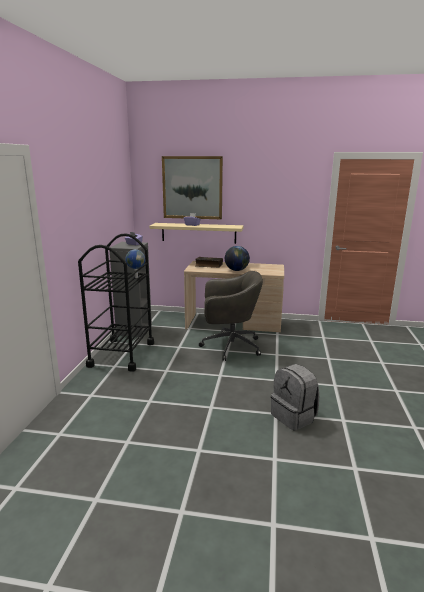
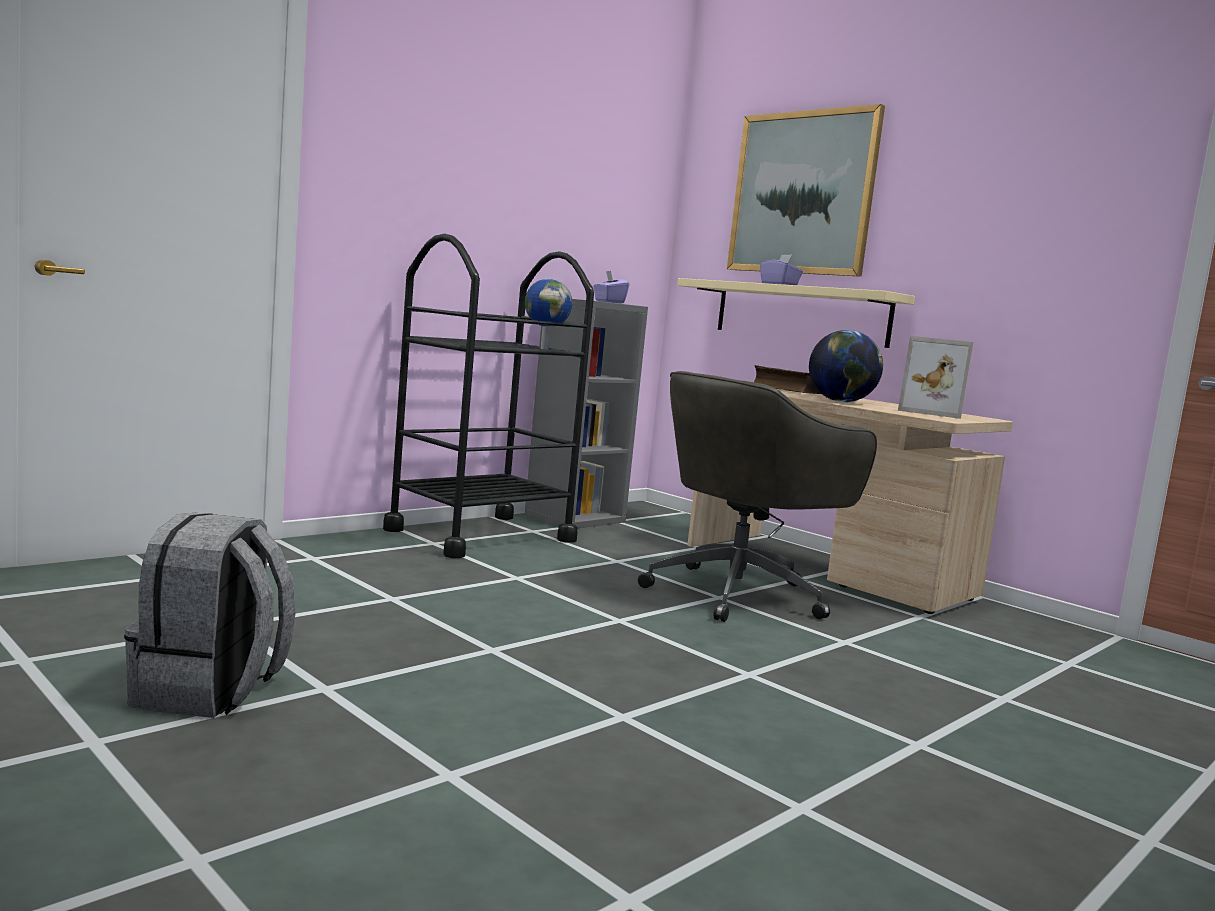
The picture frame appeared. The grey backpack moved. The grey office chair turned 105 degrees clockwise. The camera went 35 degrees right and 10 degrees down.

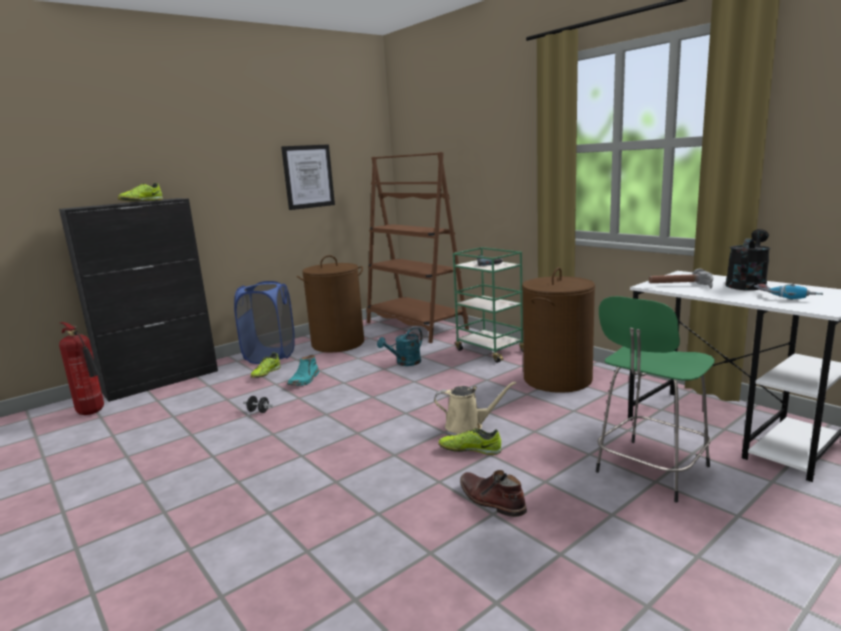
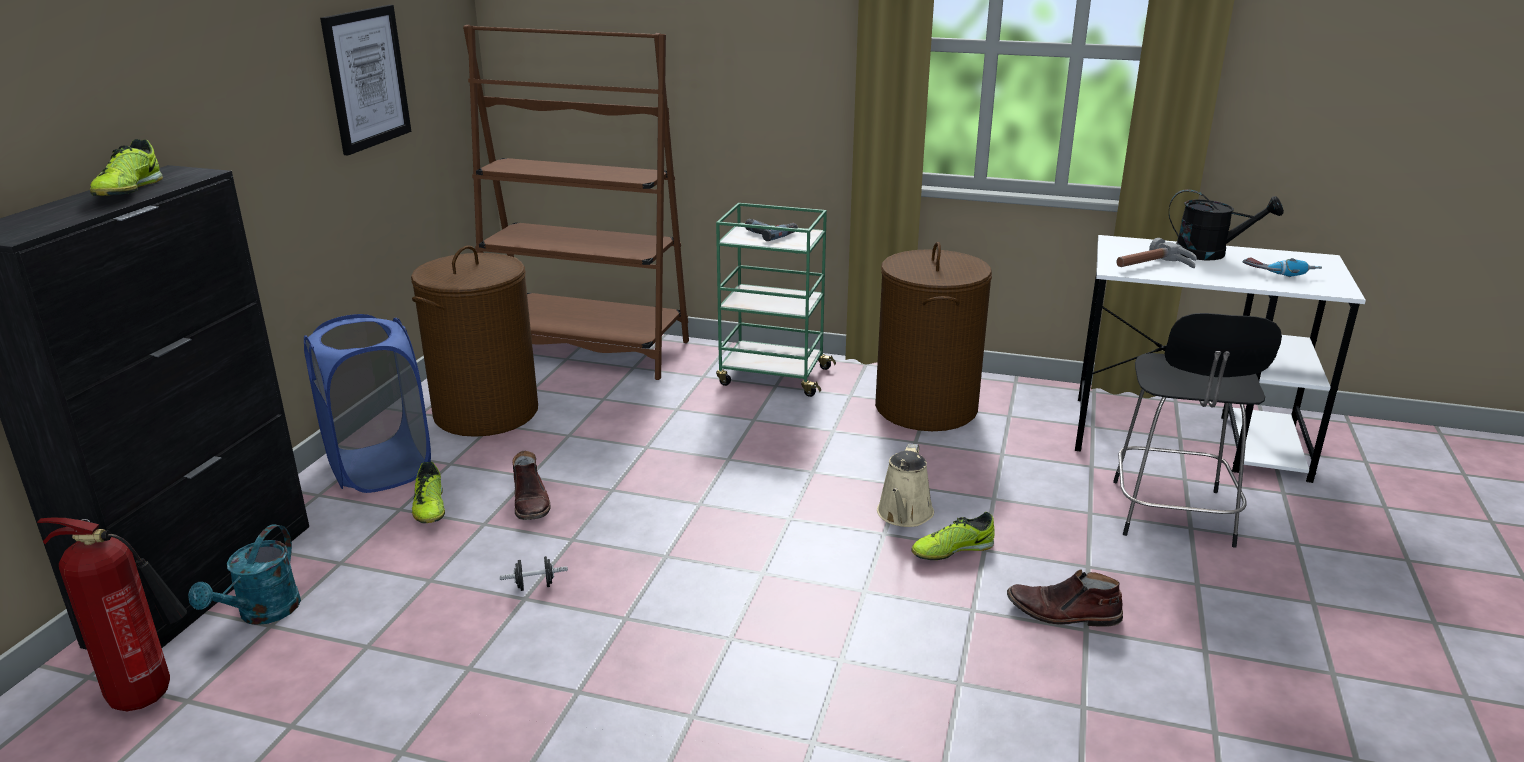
The turquoise watering can moved. The turquoise boot became the brown boot (1st from left). The green stool became the black stool. The beige watering can turned 135 degrees clockwise. The black watering can turned 105 degrees clockwise. The camera went 35 degrees left and 10 degrees up.

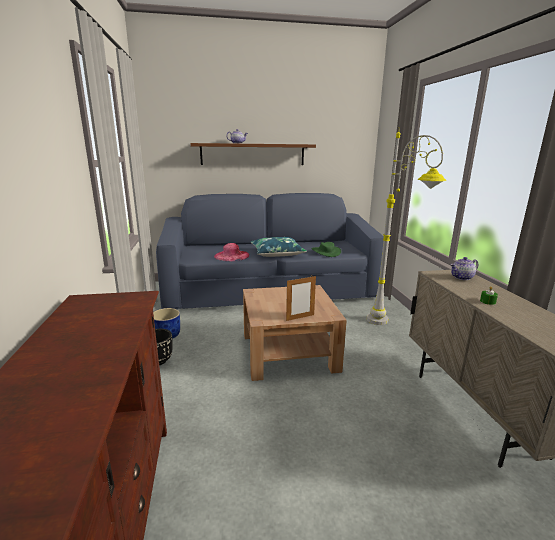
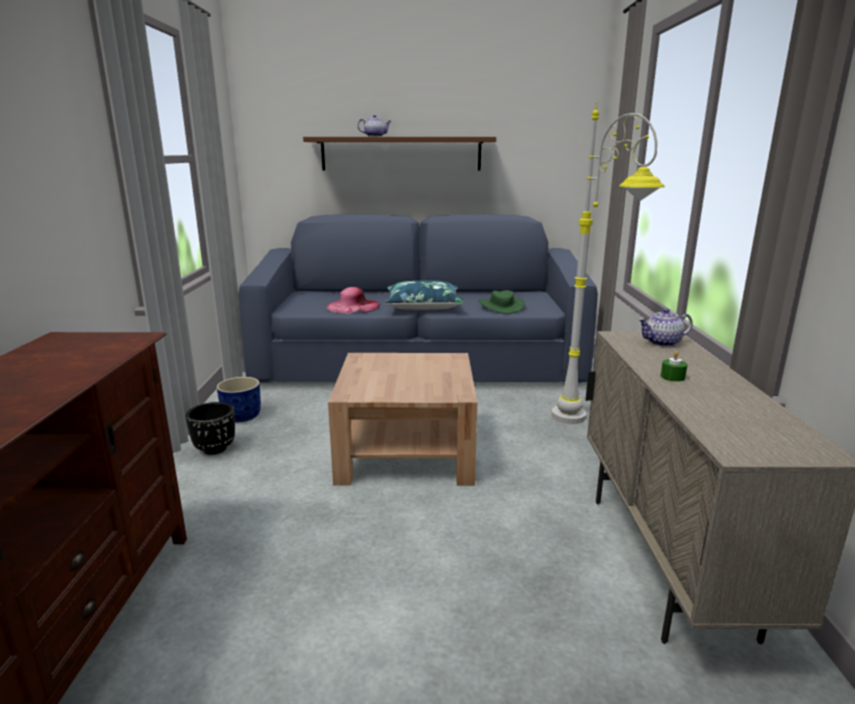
The picture frame disappeared. The camera went 10 degrees right and 0 degrees up.

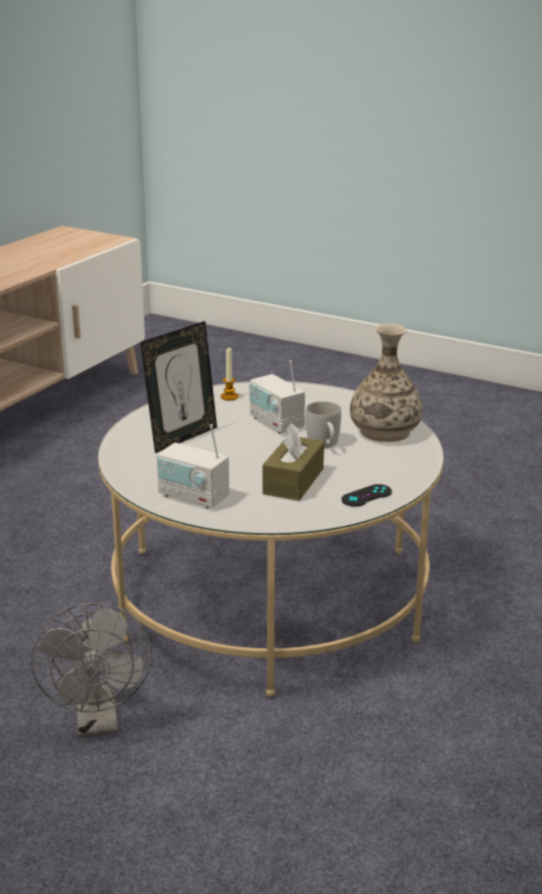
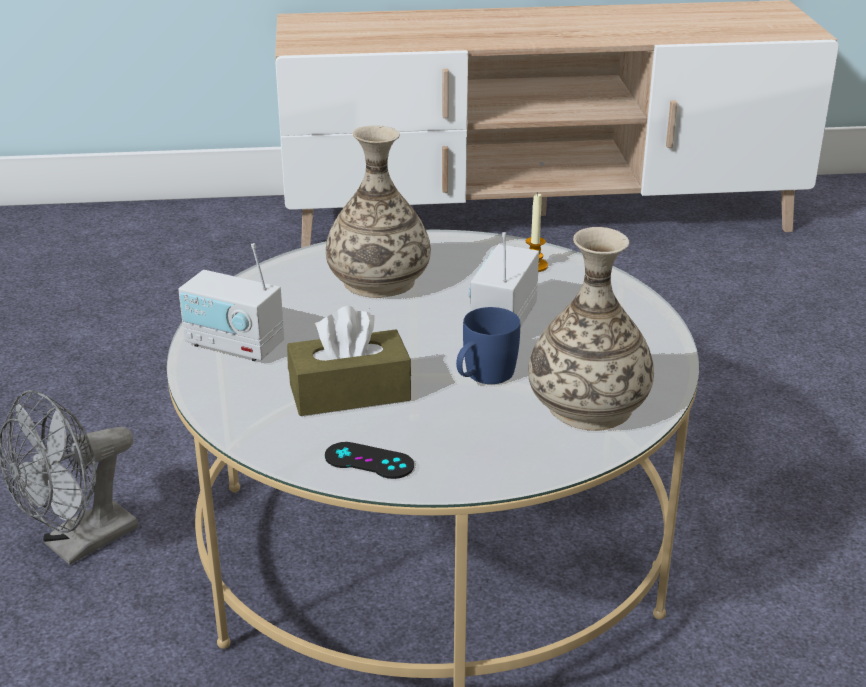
The picture frame was replaced by the vase (1st from left). The white mug became the blue mug. The radio (1st from left) turned 60 degrees counterclockwise. The camera went 55 degrees right and 5 degrees up.

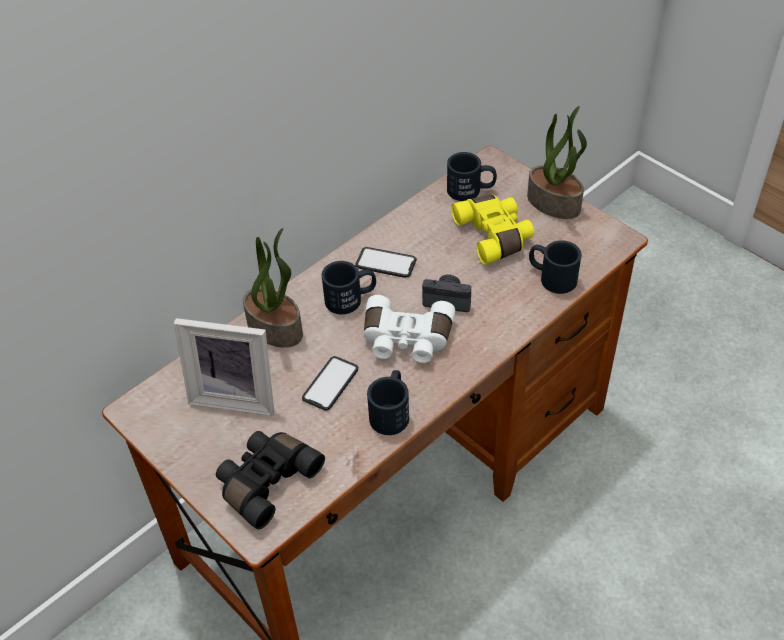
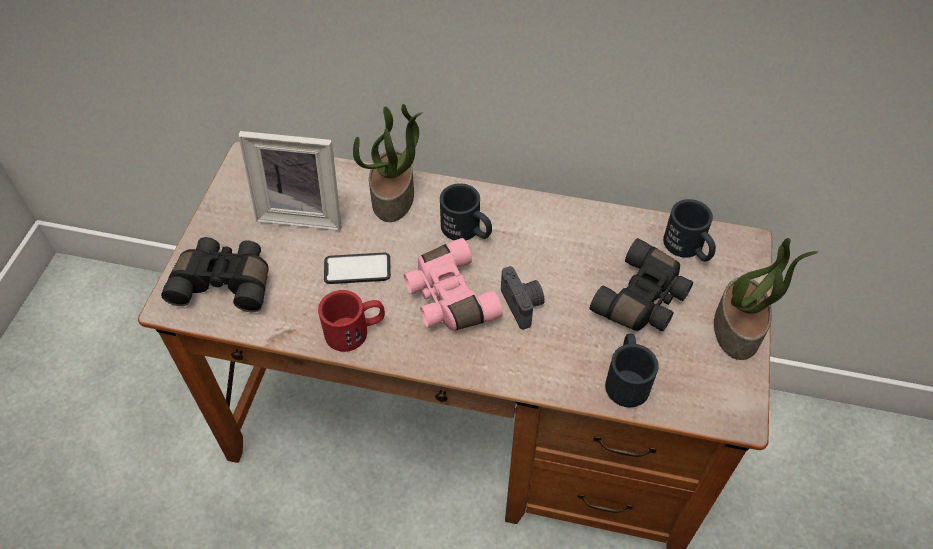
The phone (2nd from left) disappeared. The white binoculars became the pink binoculars. The black mug (2nd from left) became the red mug. The yellow binoculars became the black binoculars (2nd from left). The picture frame turned 60 degrees counterclockwise. The camera went 55 degrees right and 5 degrees up.

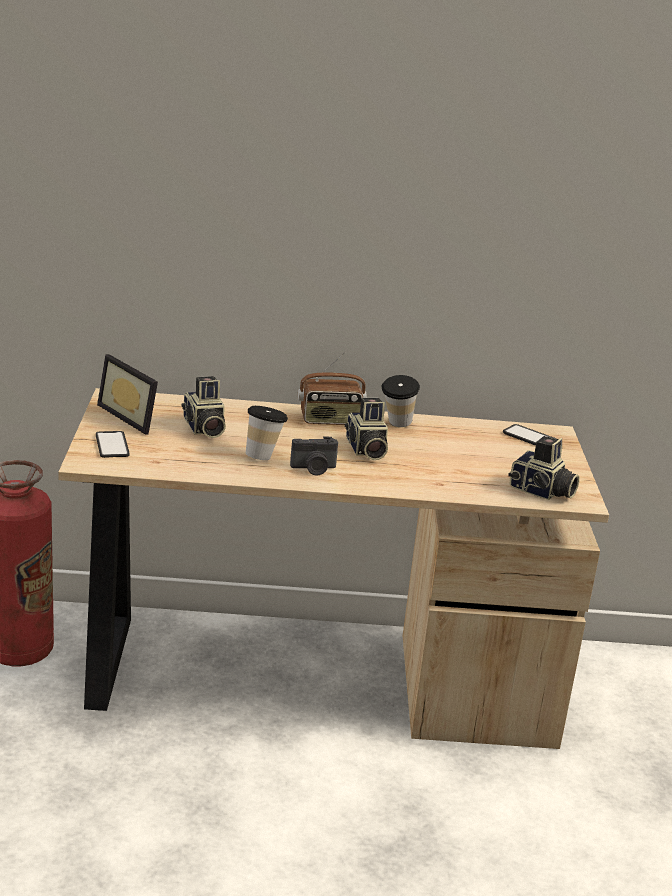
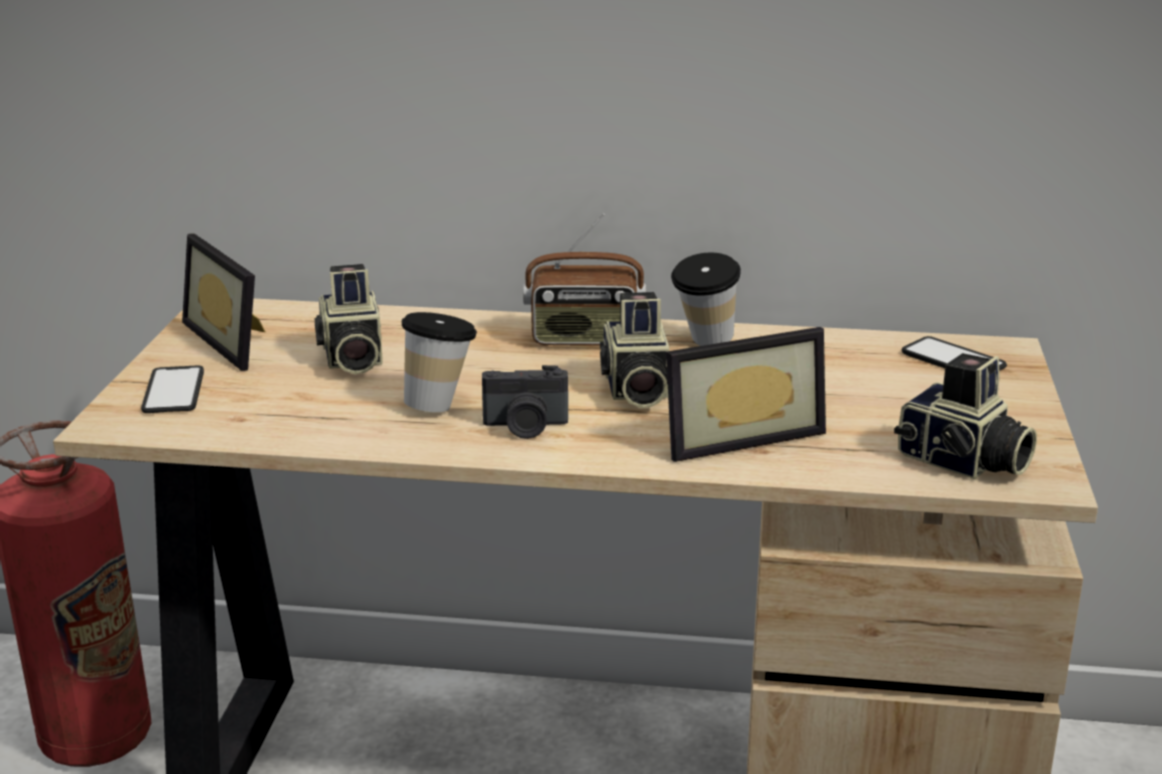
The picture frame (2nd from left) appeared. The camera went 10 degrees right and 0 degrees up.

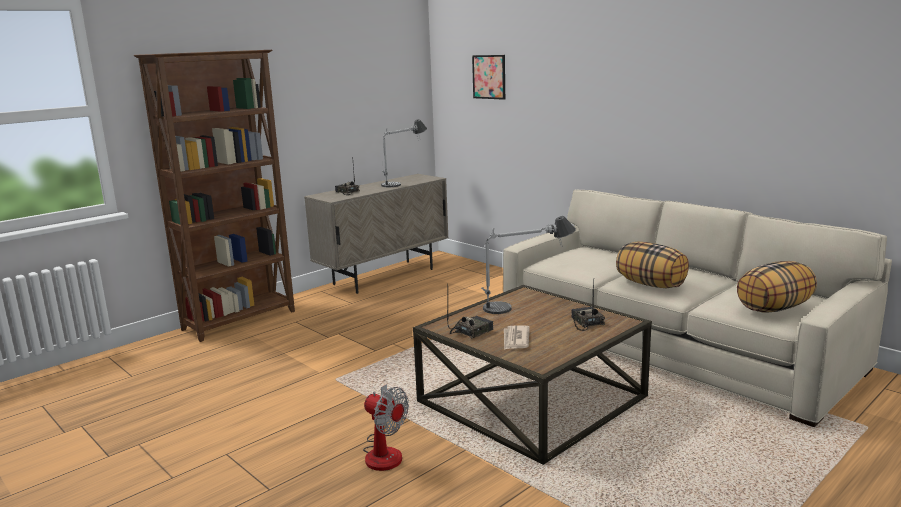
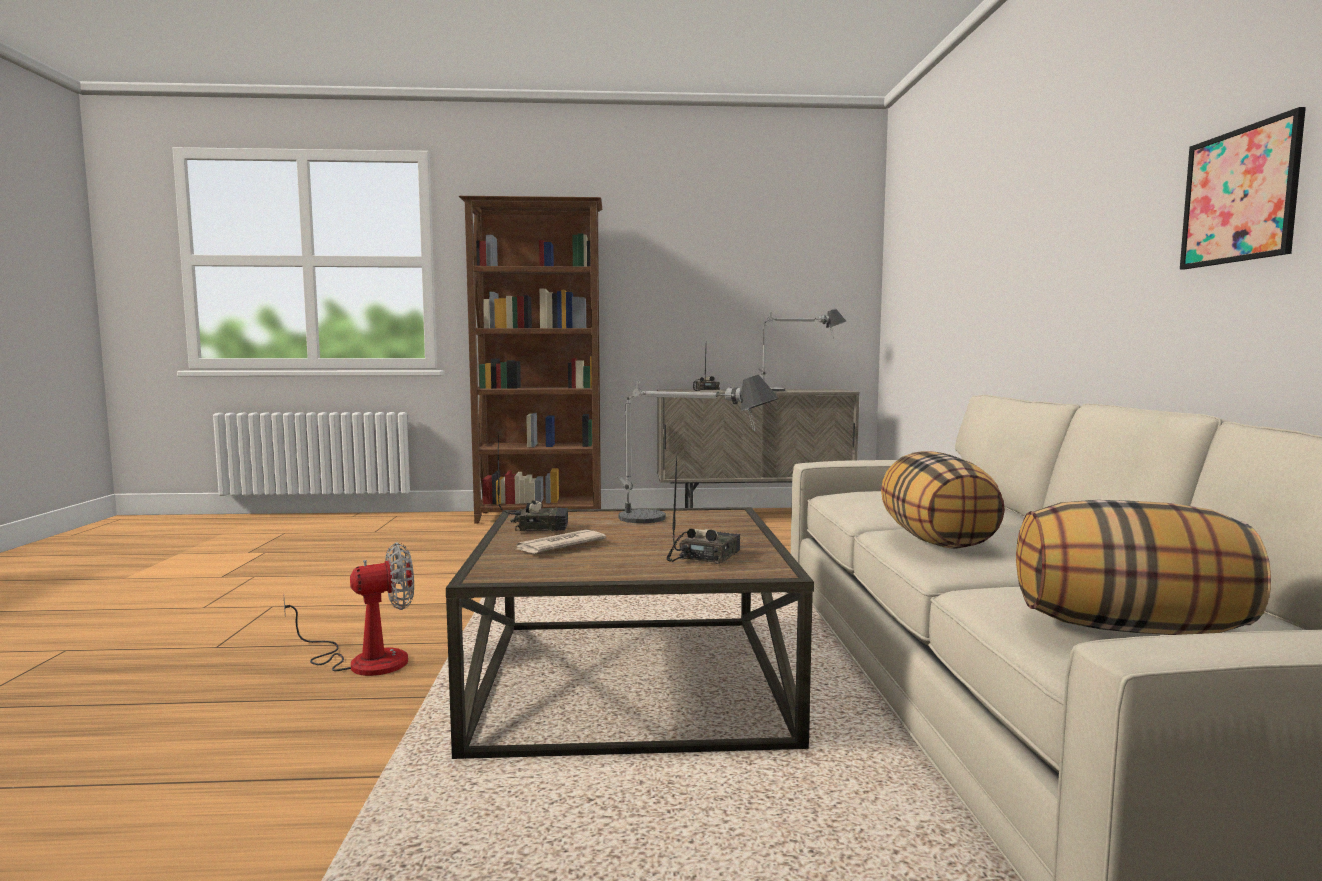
The picture moved. The fan turned 105 degrees counterclockwise. The camera went 40 degrees right and 10 degrees down.

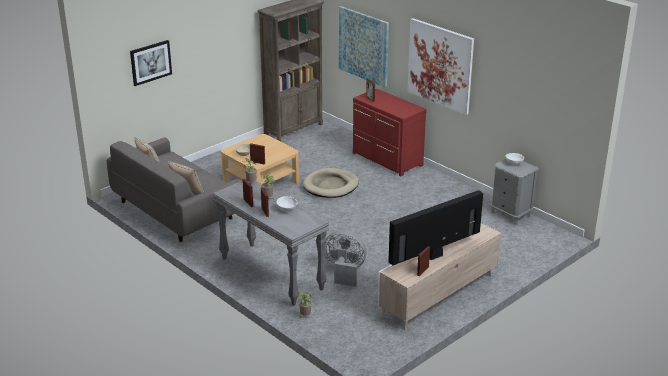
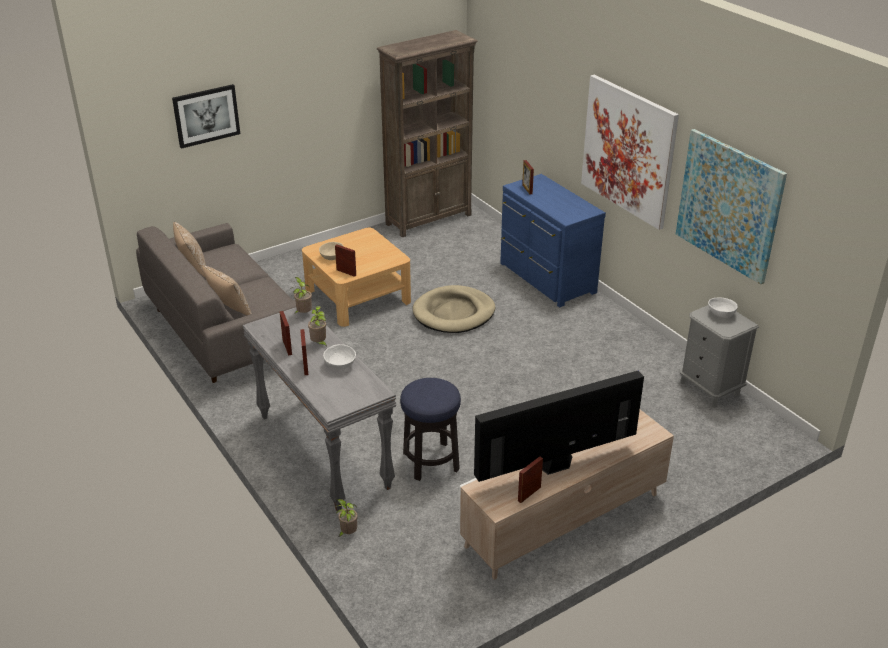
The picture (2nd from left in the first image) moved. The grey fan was replaced by the stool. The red dresser became the blue dresser. The camera went 10 degrees right and 5 degrees up.

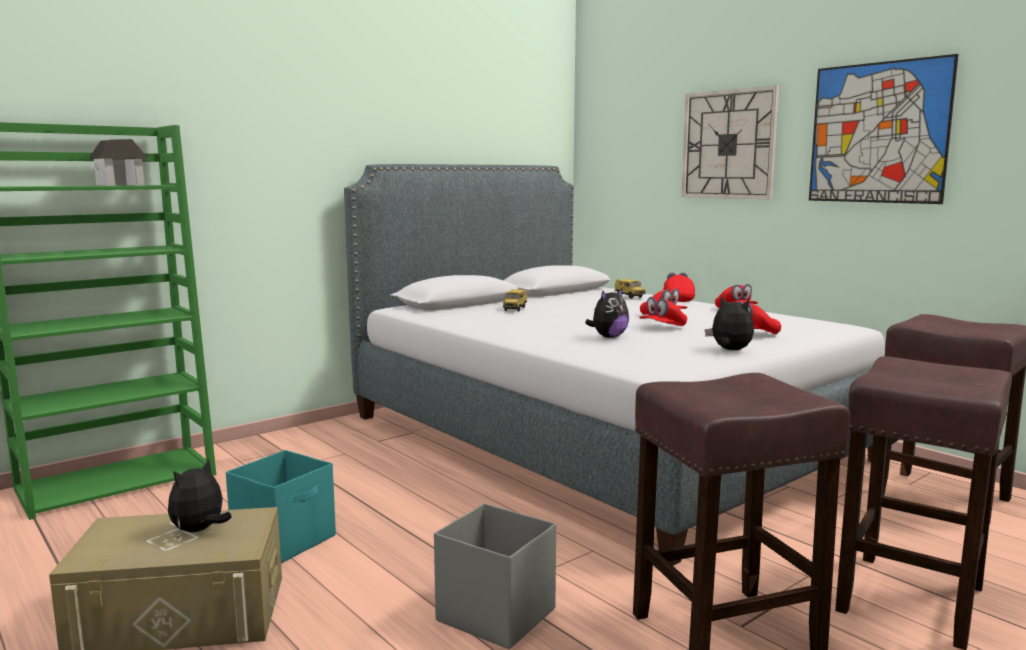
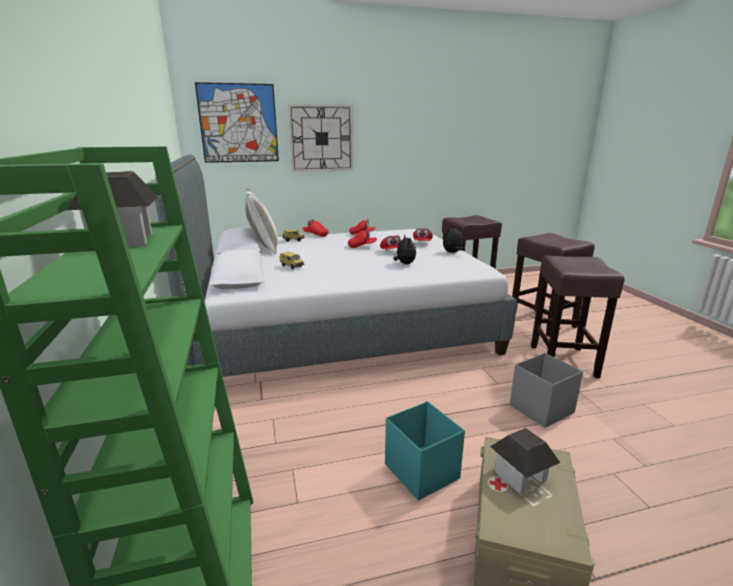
The pillow appeared. The picture moved. The plush toy (1st from left) was replaced by the toy house (2nd from left). The camera went 65 degrees left and 10 degrees up.

